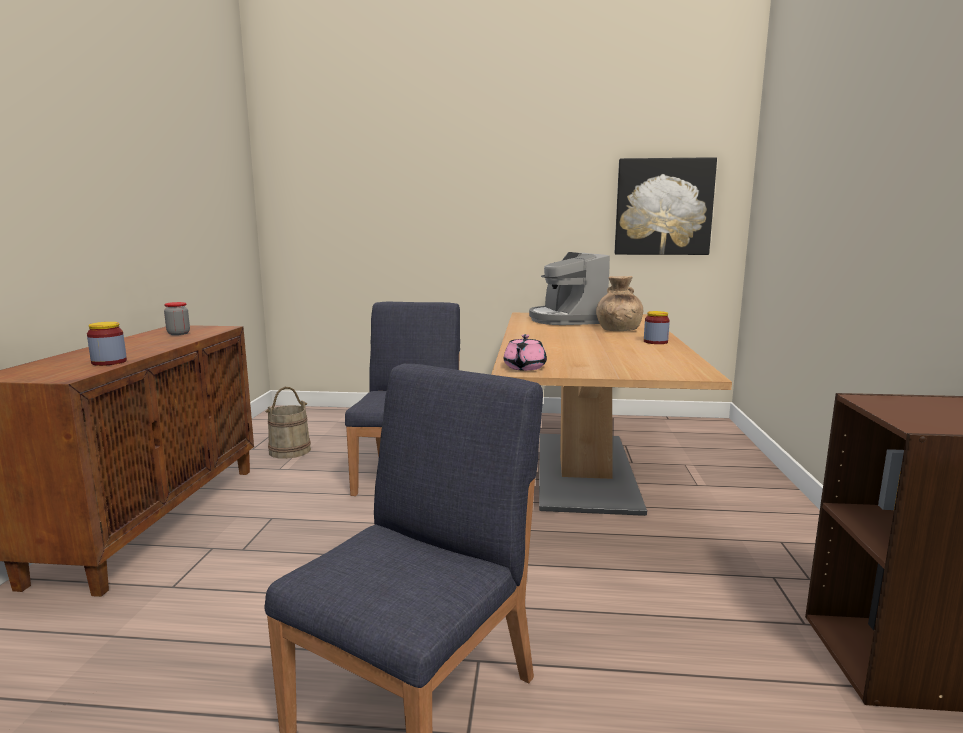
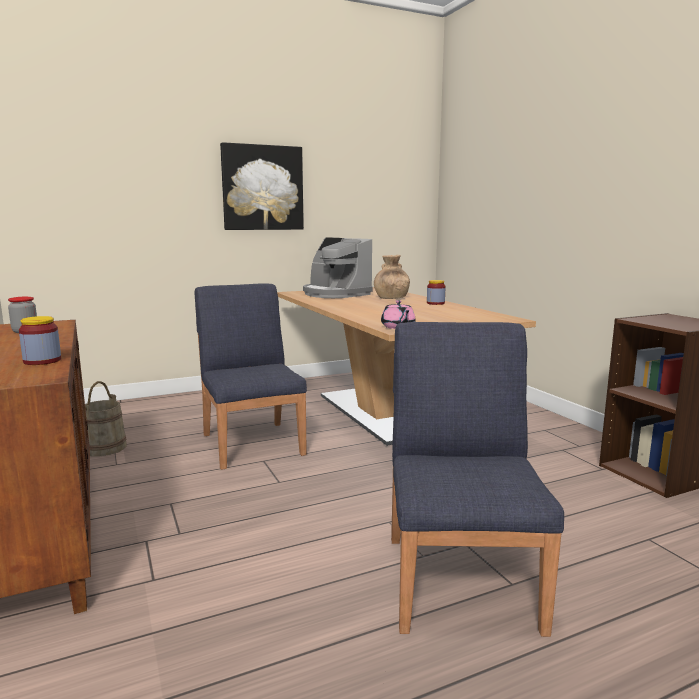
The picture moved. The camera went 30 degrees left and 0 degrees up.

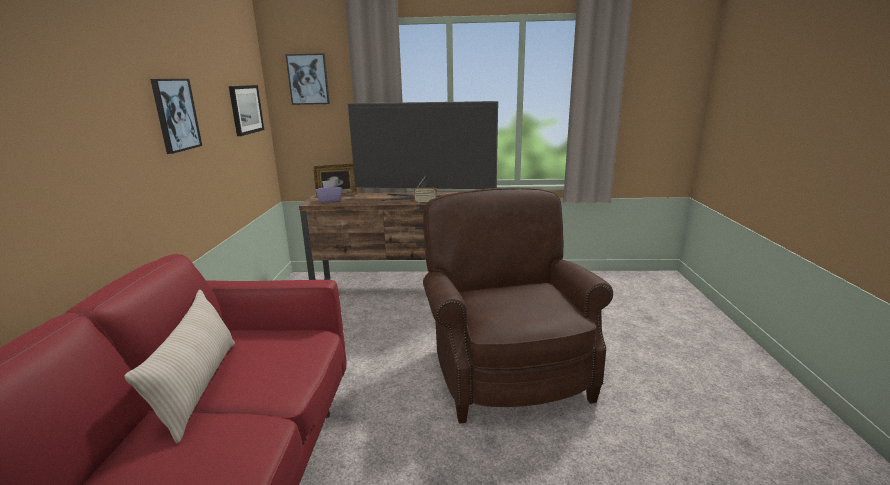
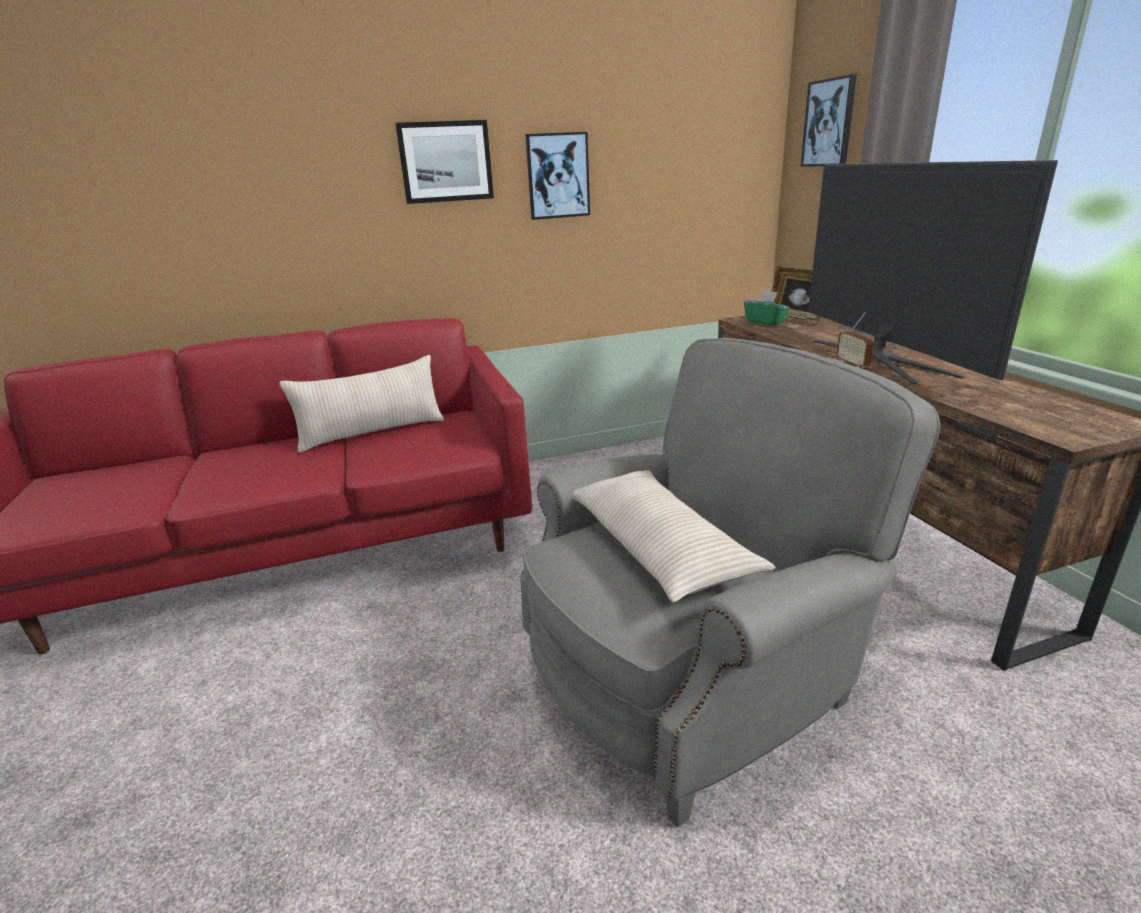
The beige pillow (2nd from left) appeared. The picture (2nd from left in the first image) moved. The purple tissue box became the green tissue box. The brown armchair became the grey armchair. The camera went 70 degrees right and 5 degrees up.

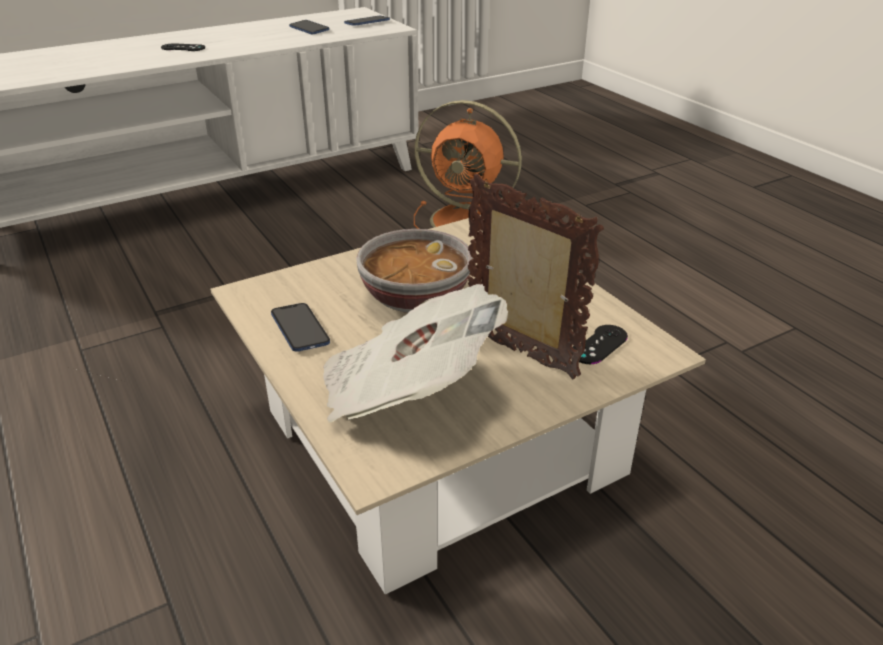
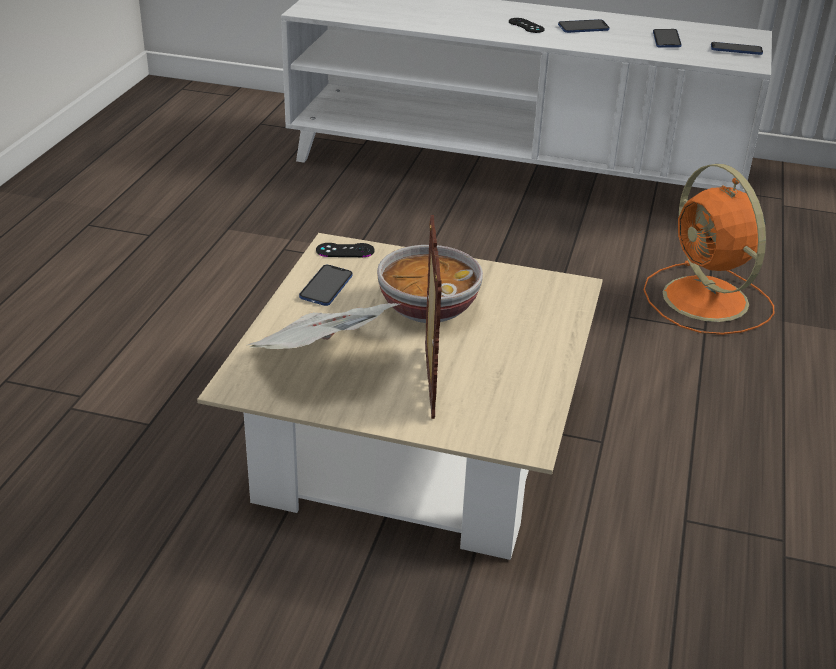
The phone (2nd from left) appeared. The black game controller (2nd from left in the first image) moved. The camera went 45 degrees right and 0 degrees up.

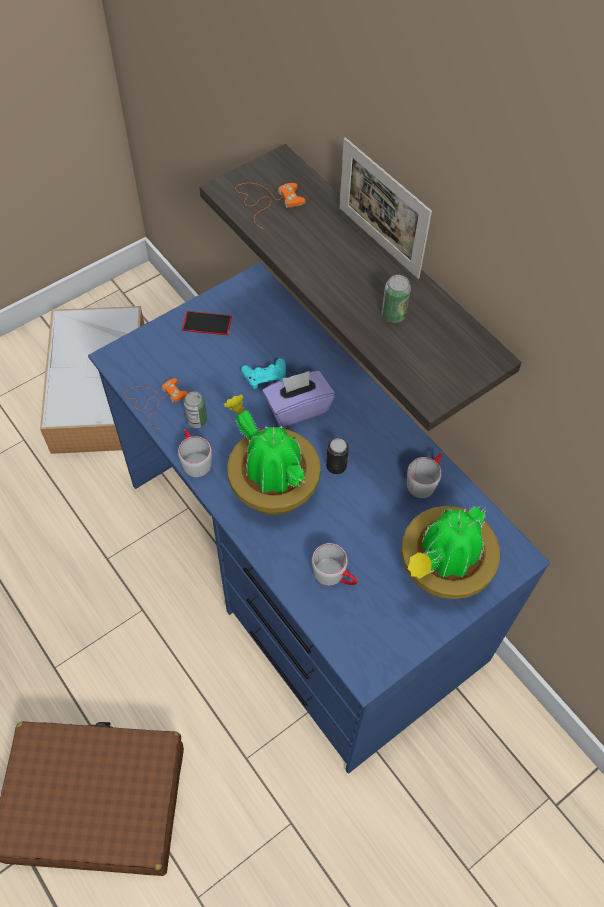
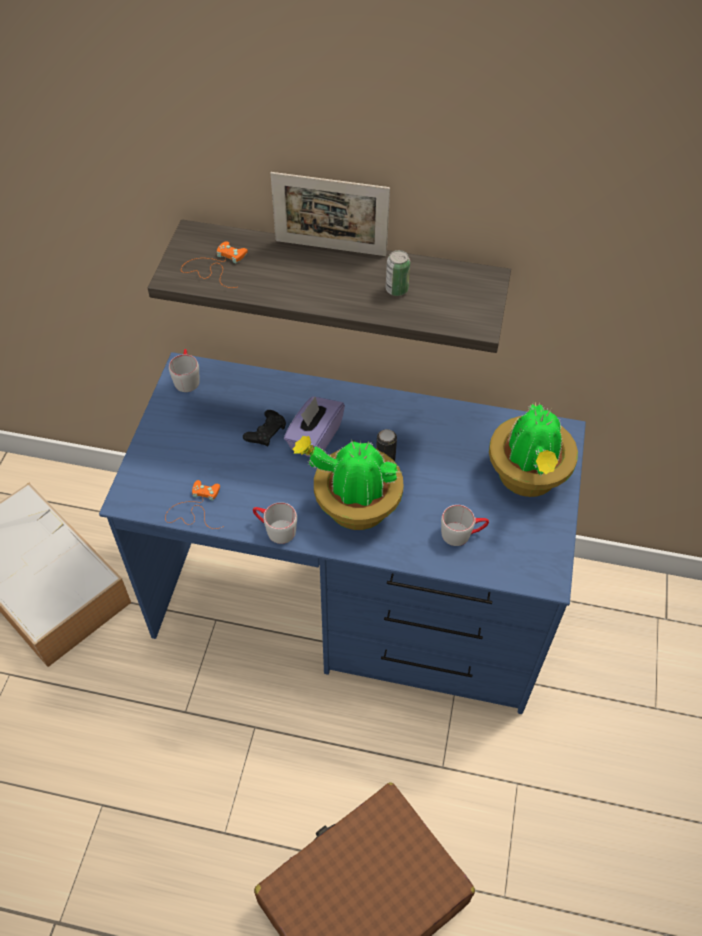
The phone disappeared. The can (1st from left) disappeared. The grey mug (3rd from left in the first image) moved. The turquoise game controller became the black game controller. The camera went 40 degrees left and 5 degrees down.

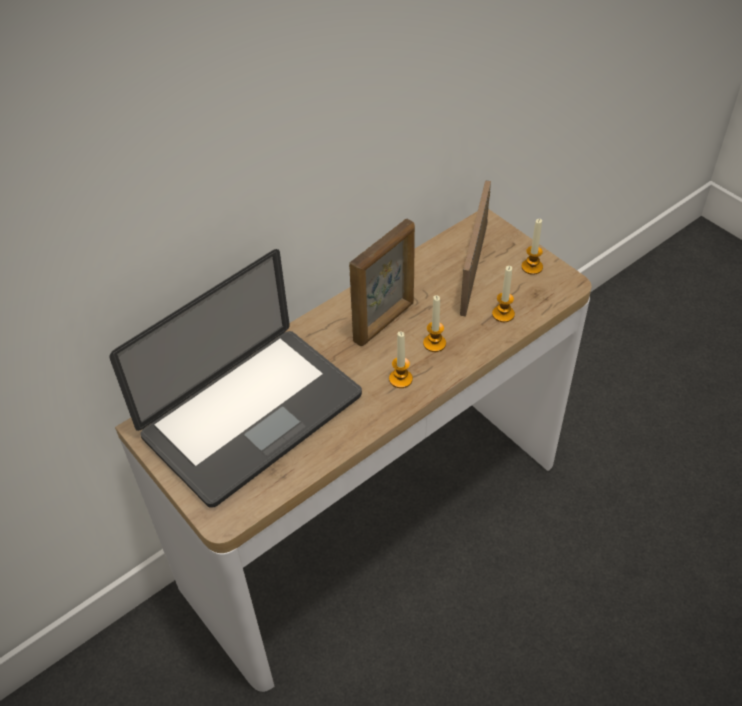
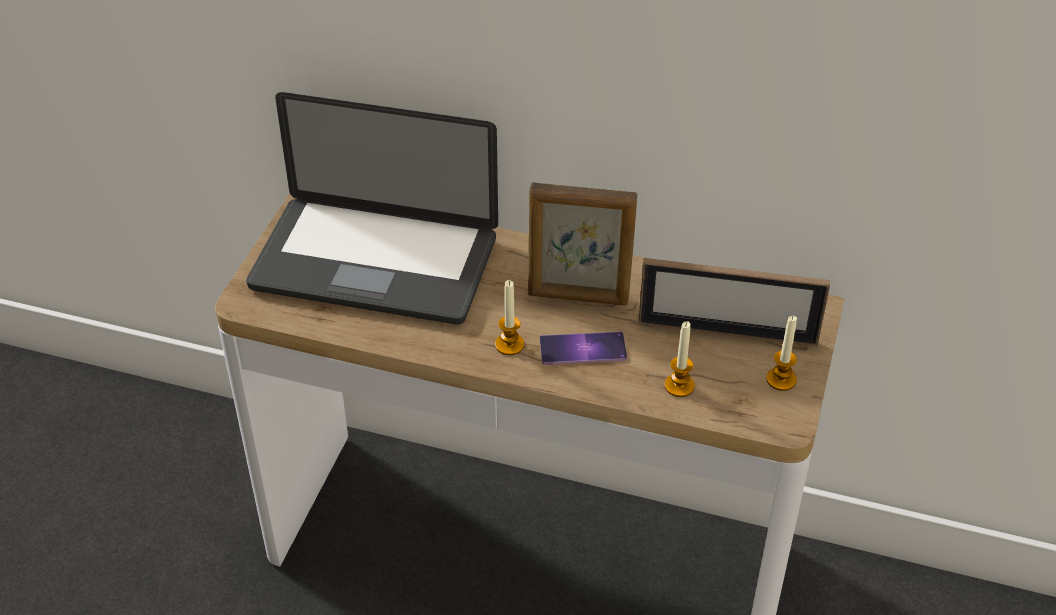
The candle (2nd from left) was replaced by the phone. The picture frame (2nd from left) turned 150 degrees counterclockwise. The camera went 55 degrees right and 5 degrees down.

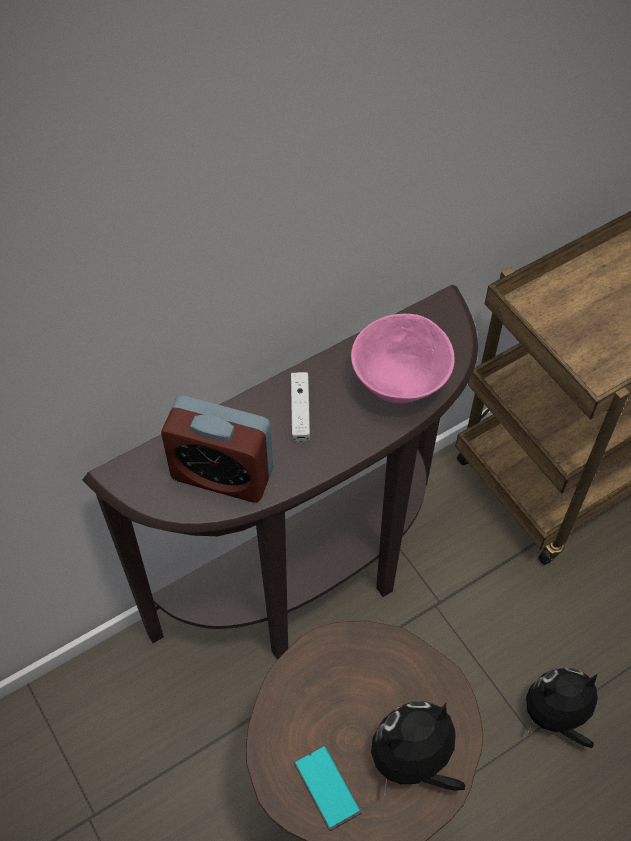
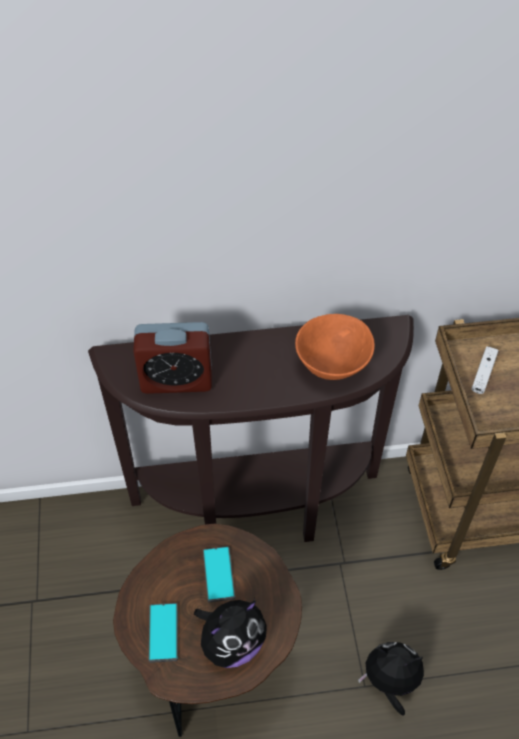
The phone (2nd from left) appeared. The white game controller moved. The pink bowl became the orange bowl. The alarm clock turned 45 degrees counterclockwise. The plush toy (1st from left) turned 150 degrees clockwise. The camera went 25 degrees right and 5 degrees down.

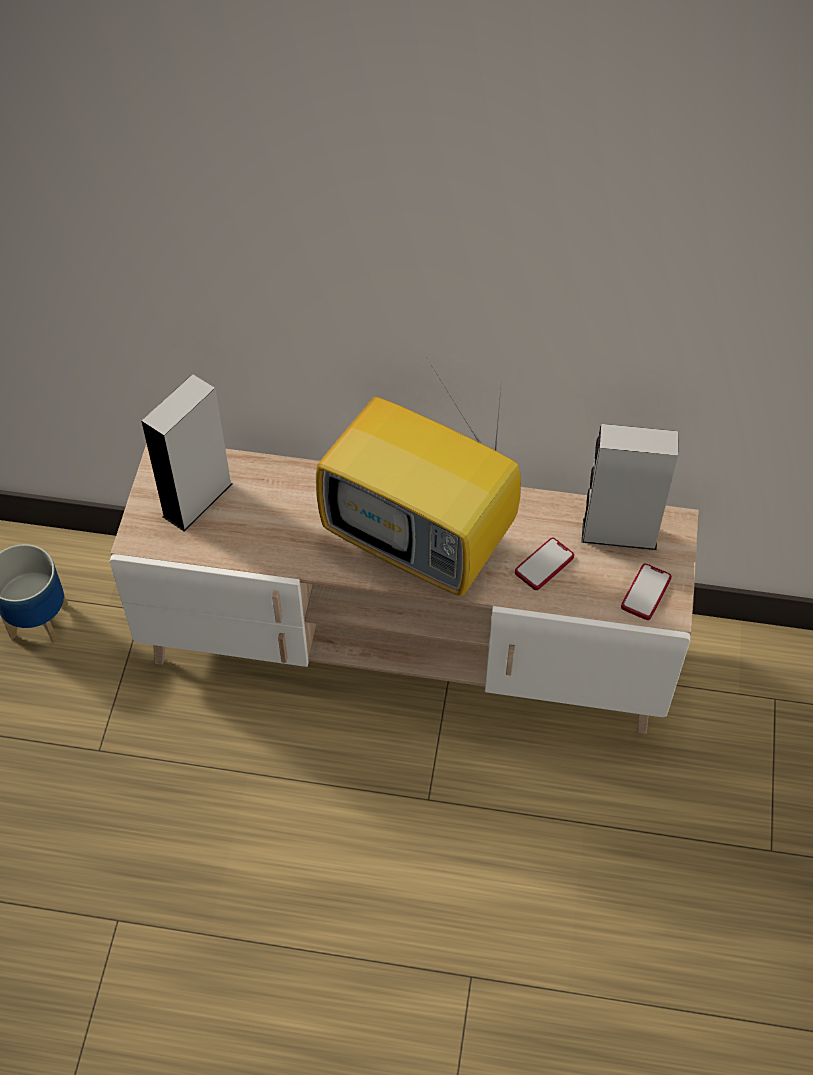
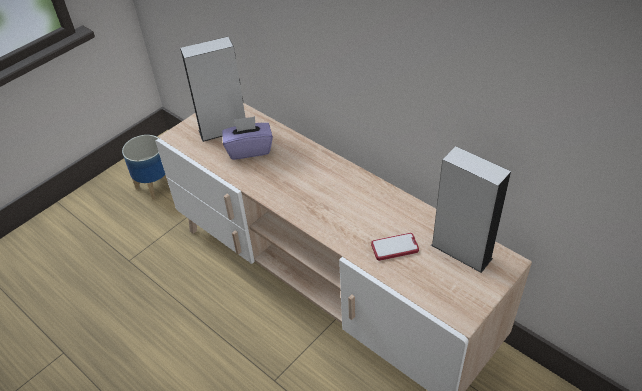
The television disappeared. The phone (2nd from left) disappeared. The purple tissue box appeared. The camera went 35 degrees right and 10 degrees down.

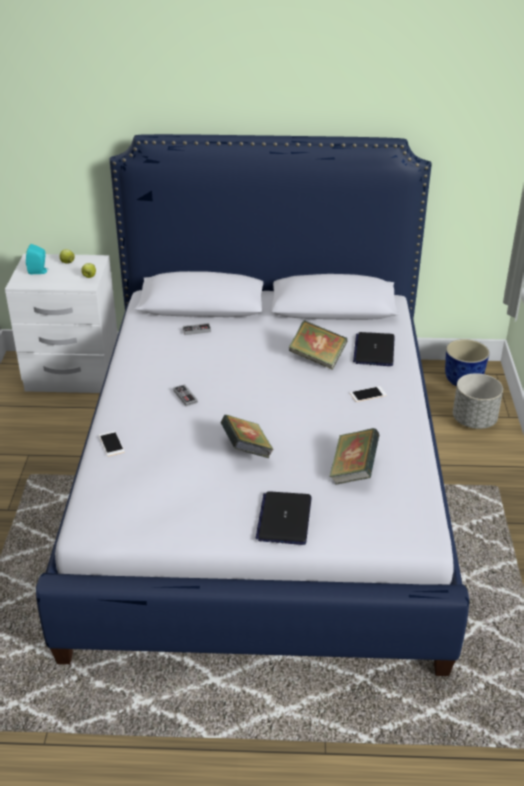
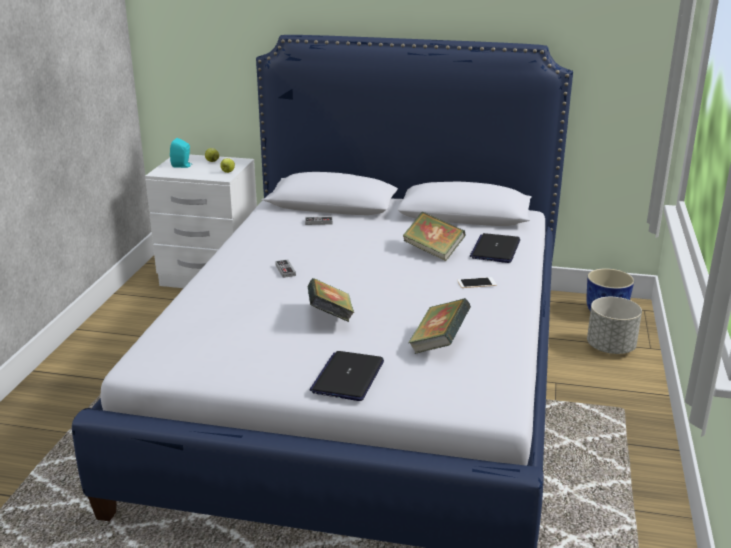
The phone (1st from left) disappeared. The camera went 10 degrees right and 10 degrees down.

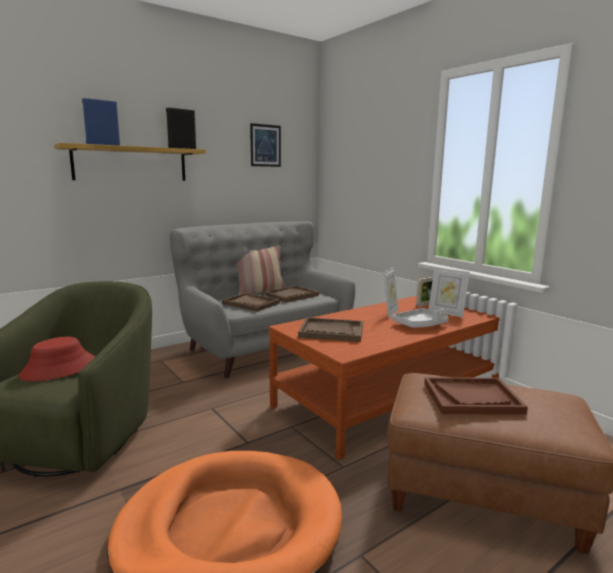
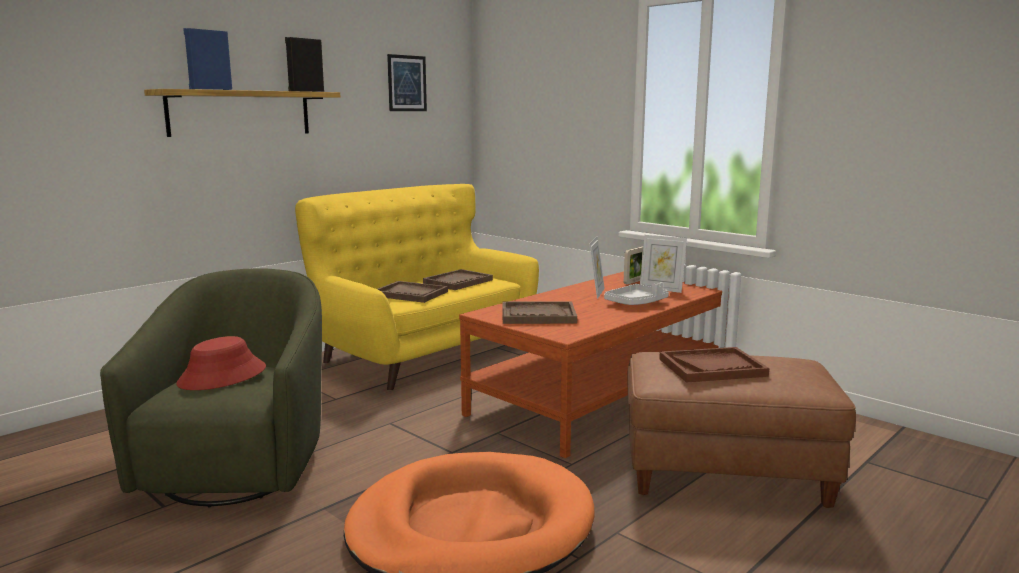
The pillow disappeared. The grey sofa became the yellow sofa. The camera went 10 degrees left and 0 degrees up.

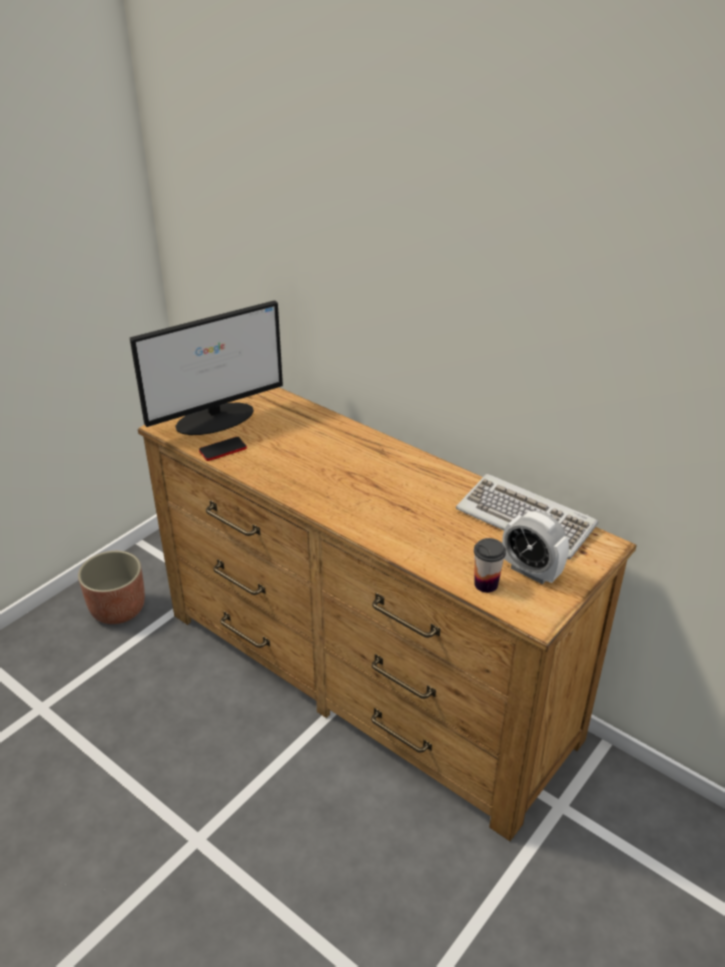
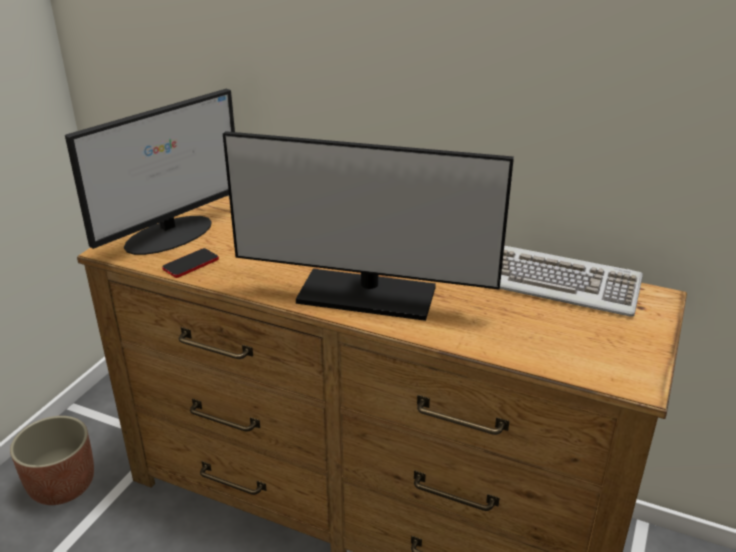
The cup disappeared. The alarm clock disappeared. The monitor (2nd from left) appeared. The camera went 15 degrees left and 5 degrees down.

